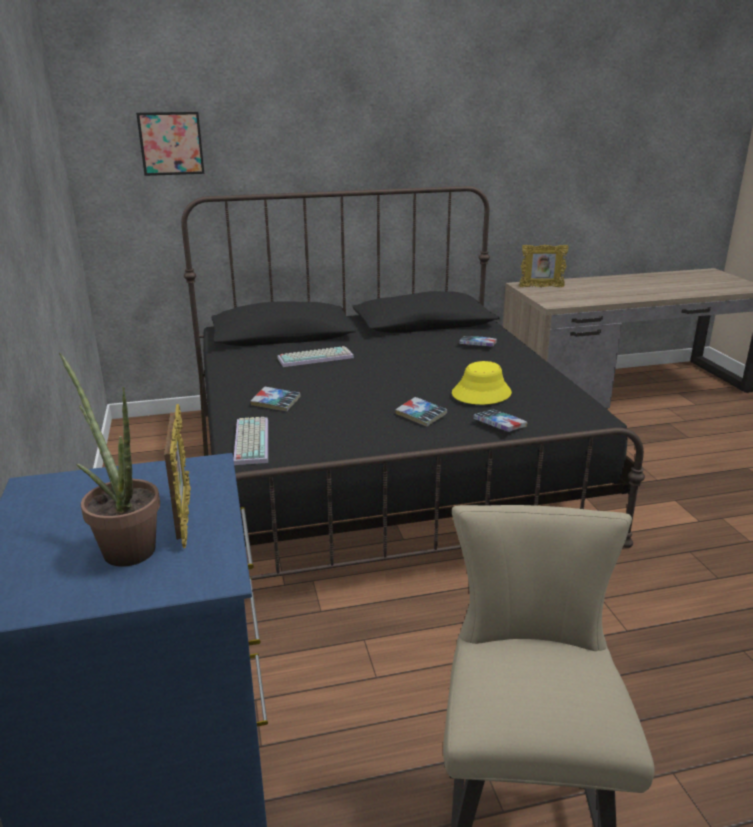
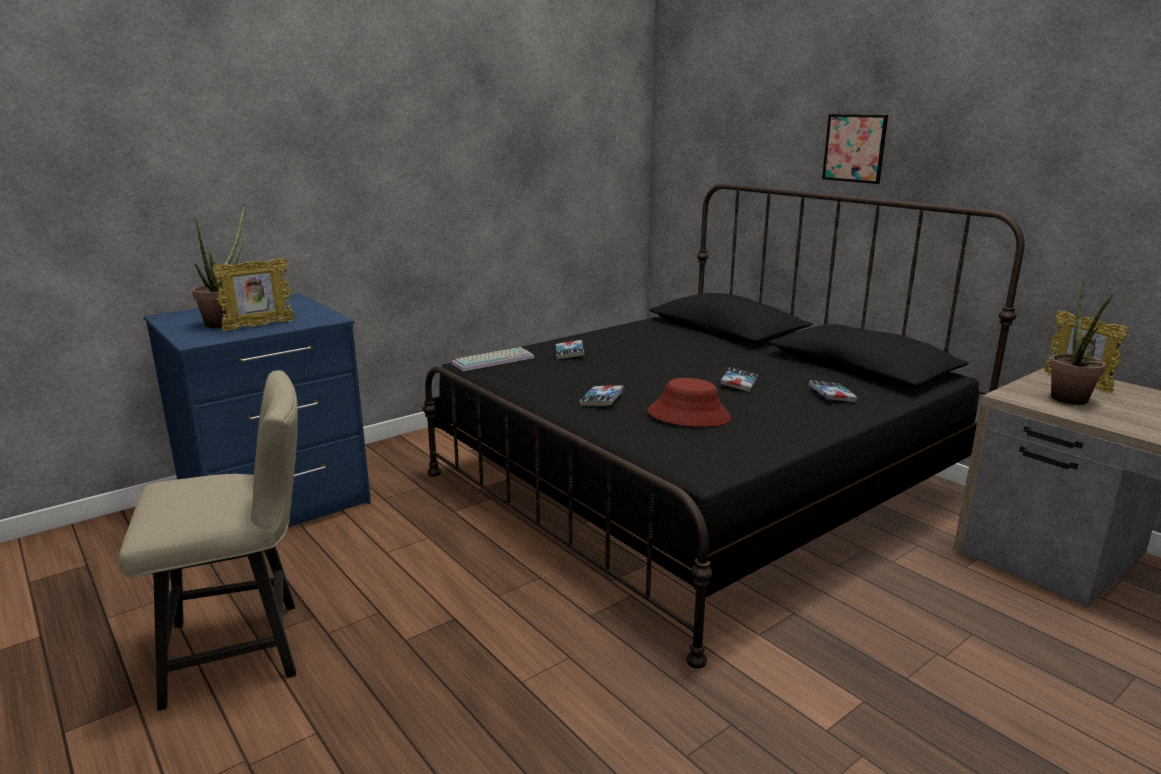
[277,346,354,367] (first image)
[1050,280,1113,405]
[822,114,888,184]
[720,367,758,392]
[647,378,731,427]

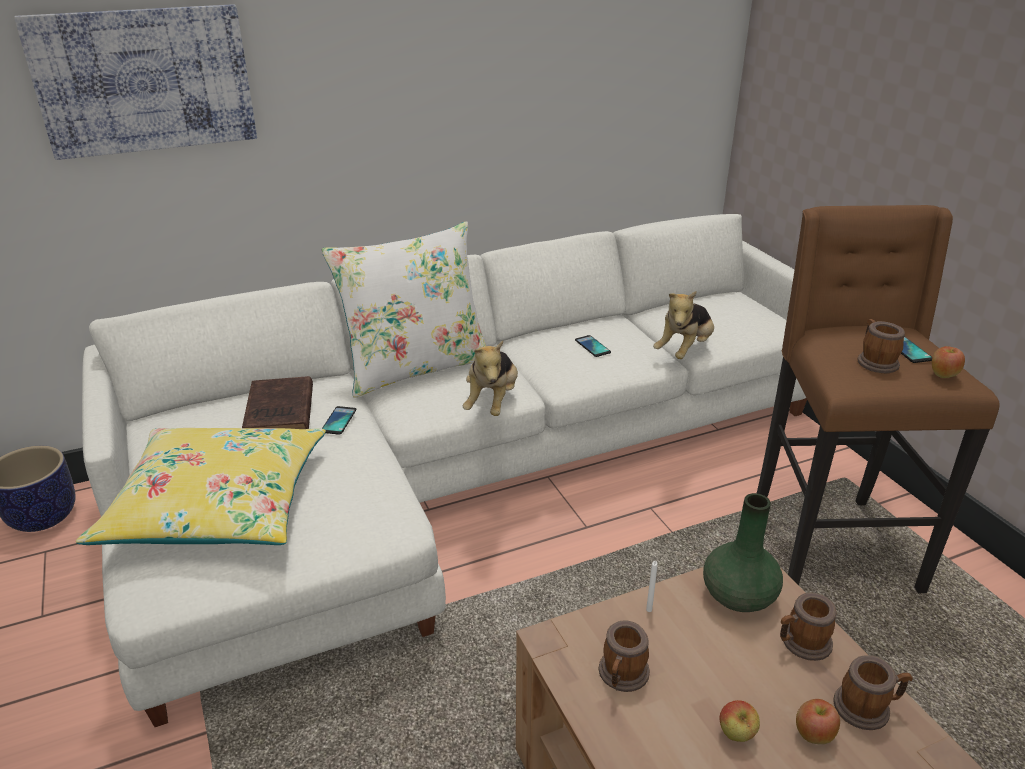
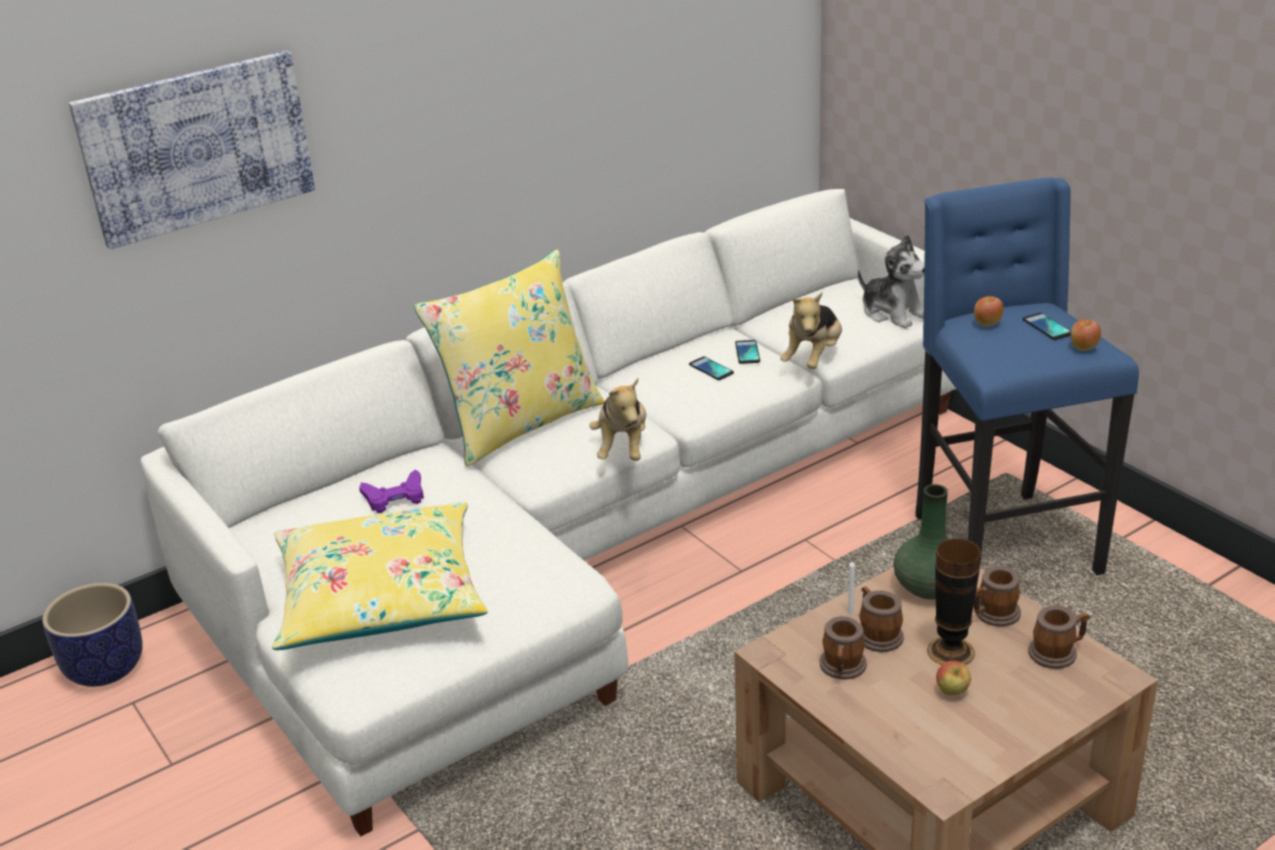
[858,235,925,329]
[927,538,981,665]
[735,340,760,364]
[974,296,1003,326]
[859,586,904,652]
[359,469,424,513]
[414,249,604,467]
[916,178,1139,575]

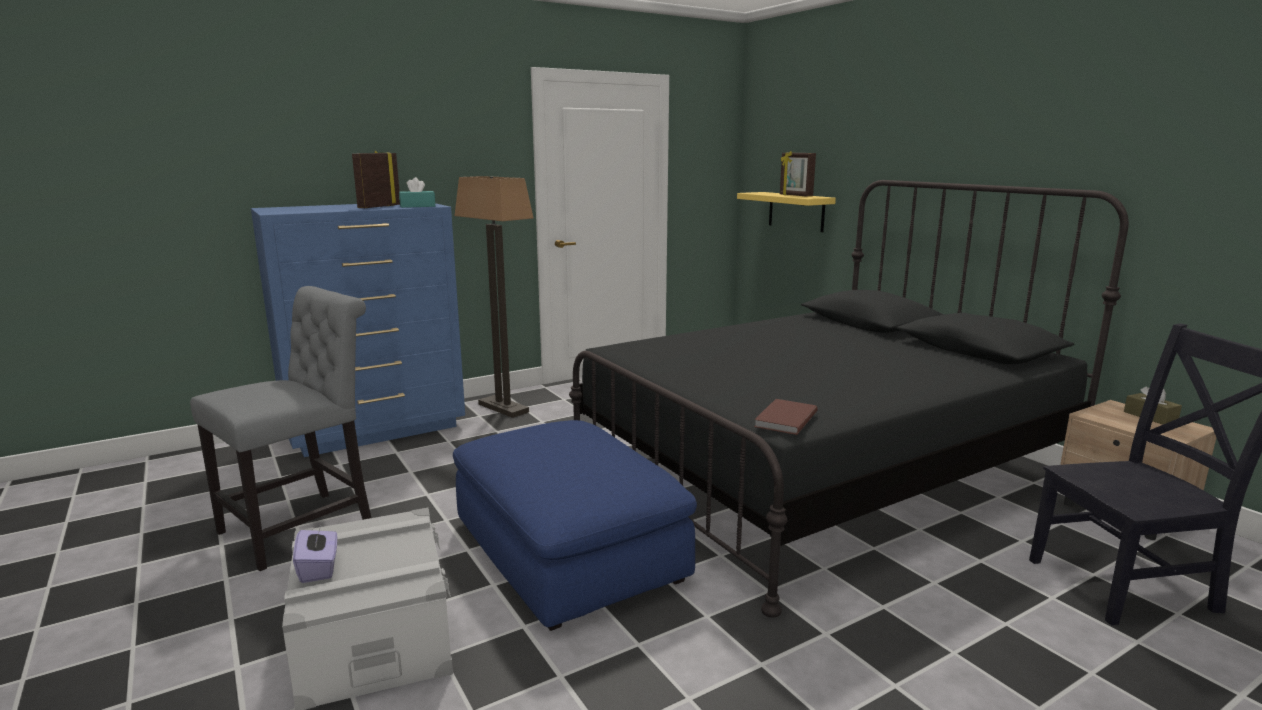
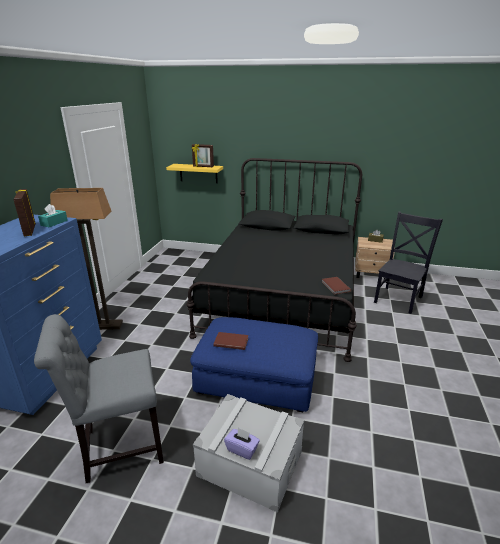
[213,332,249,350]
[34,314,164,483]

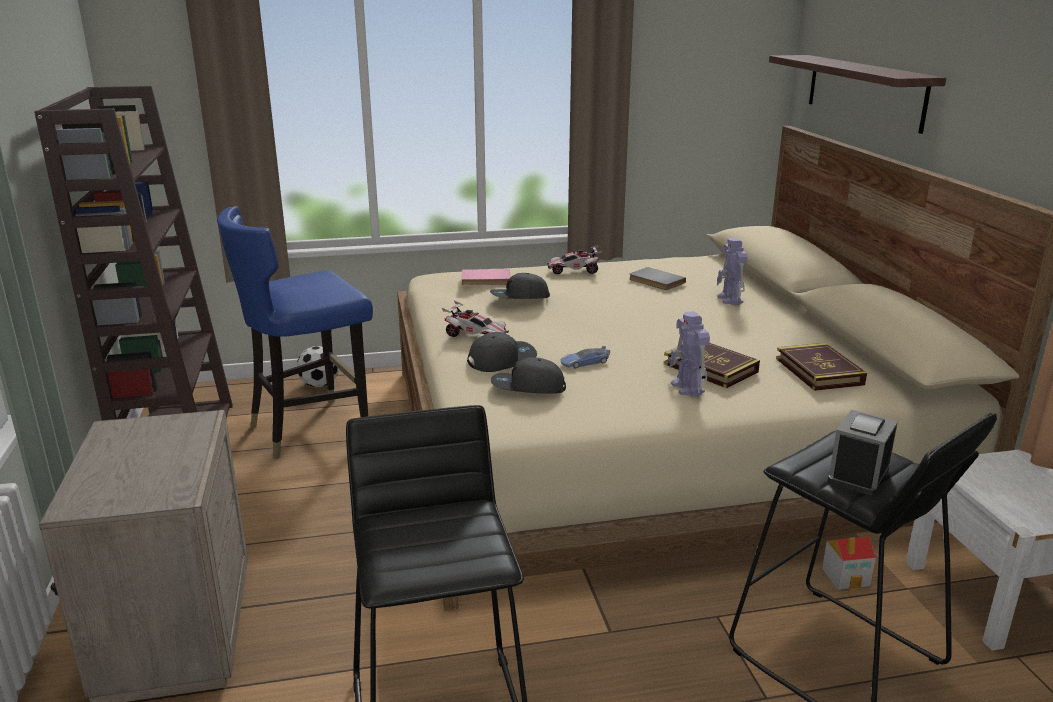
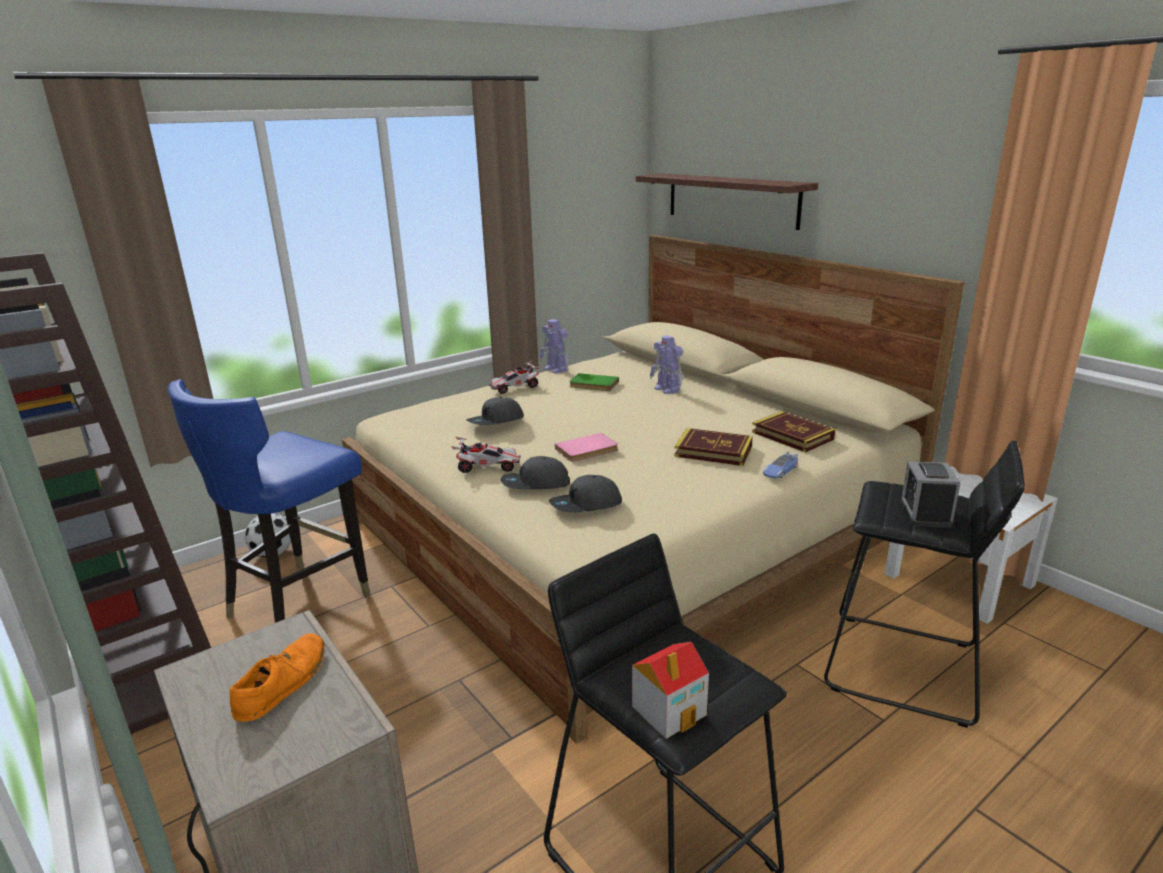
[230,633,325,722]
[555,433,618,462]
[763,451,798,479]
[540,319,570,373]
[632,642,709,739]
[569,373,619,391]
[501,456,570,489]

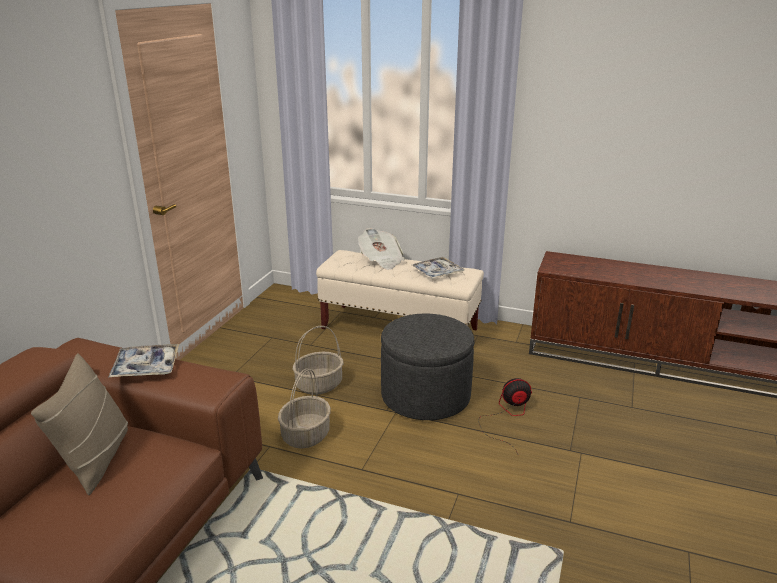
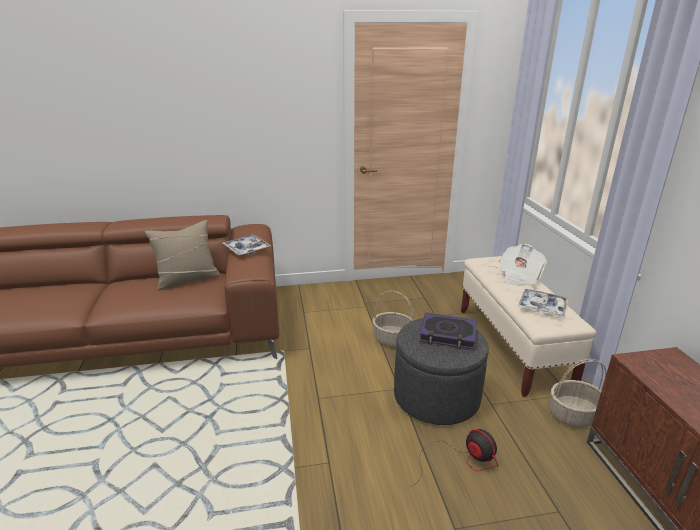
[419,312,477,350]
[550,359,606,427]

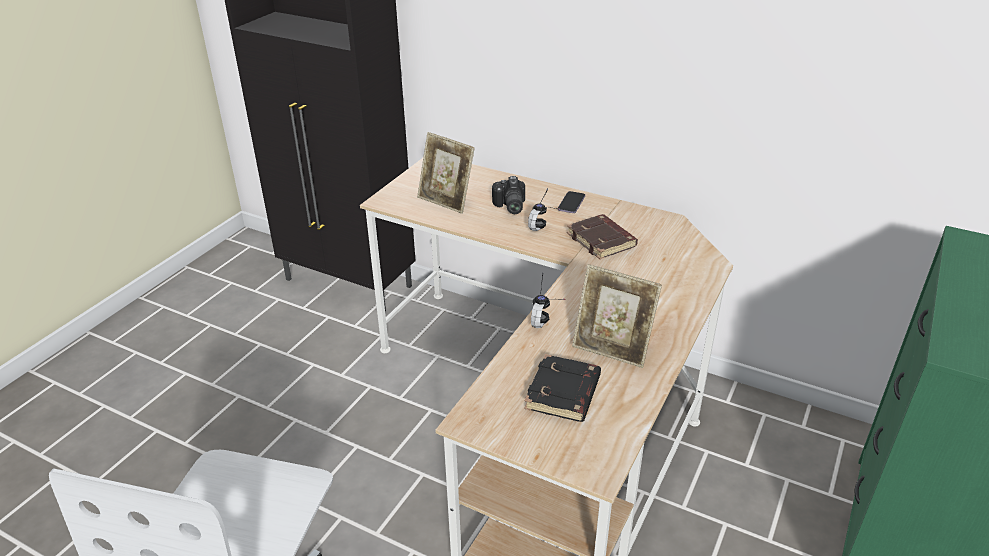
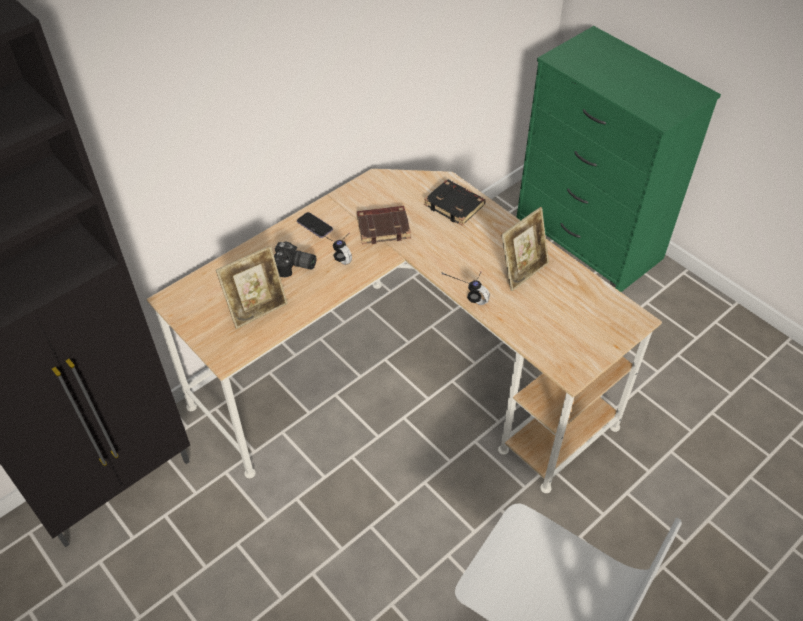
[424,180,486,226]

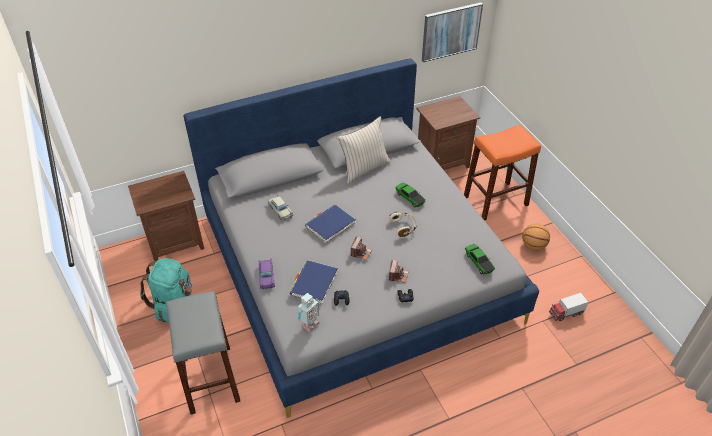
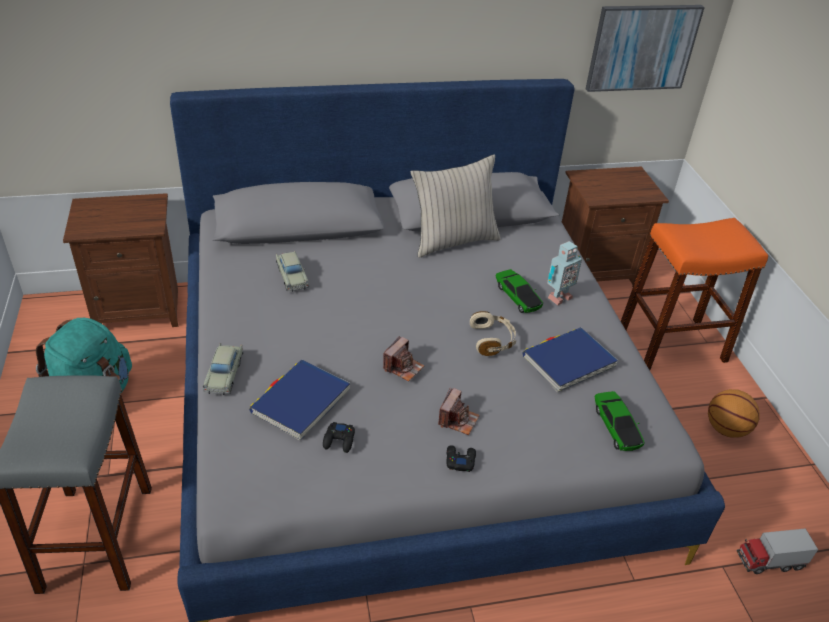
[547,241,582,305]
[523,327,618,393]
[203,343,243,395]

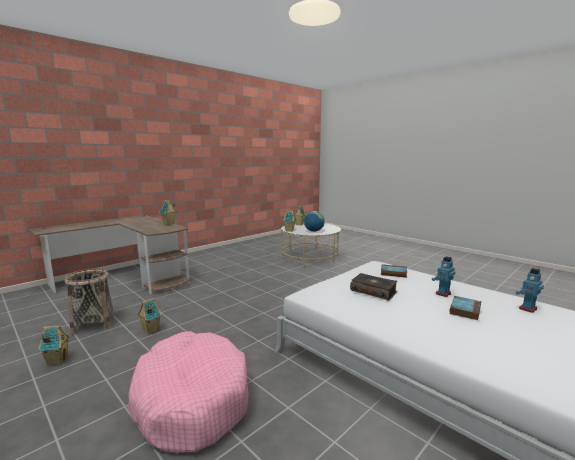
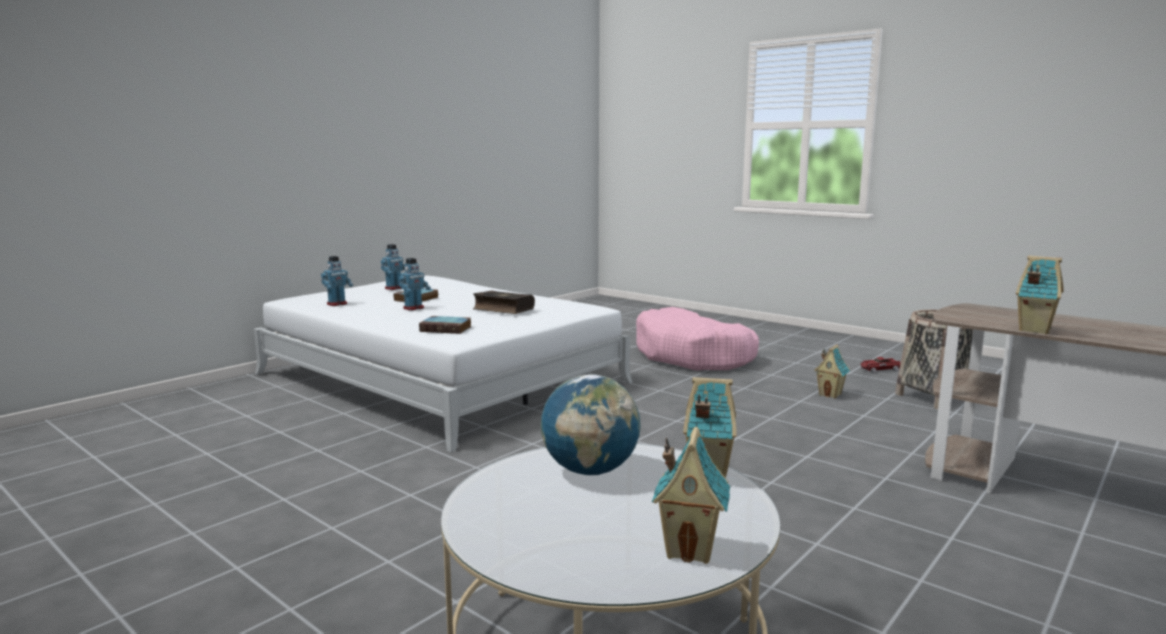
[381,244,405,290]
[861,357,901,373]

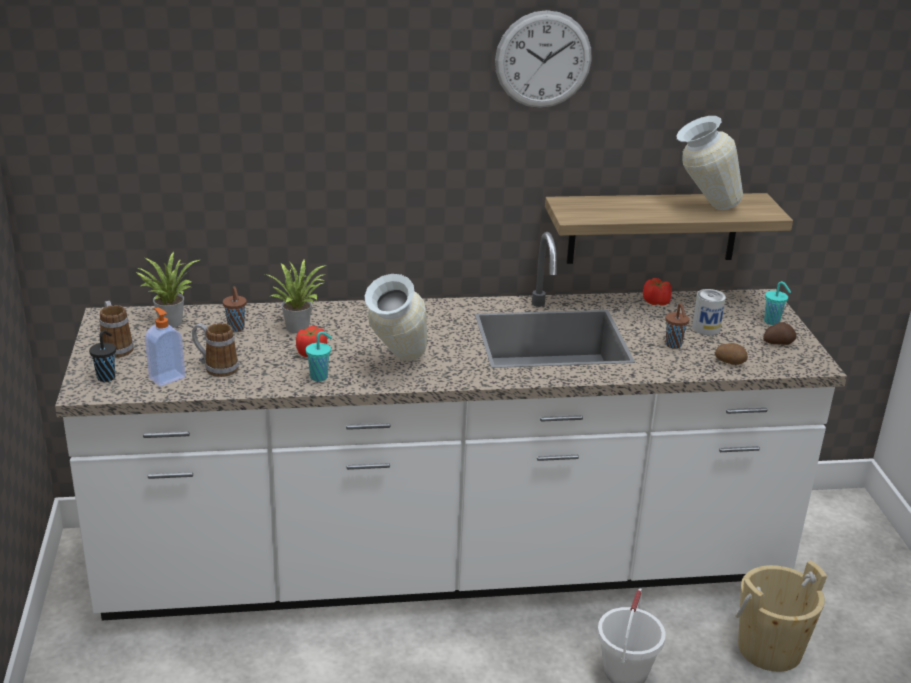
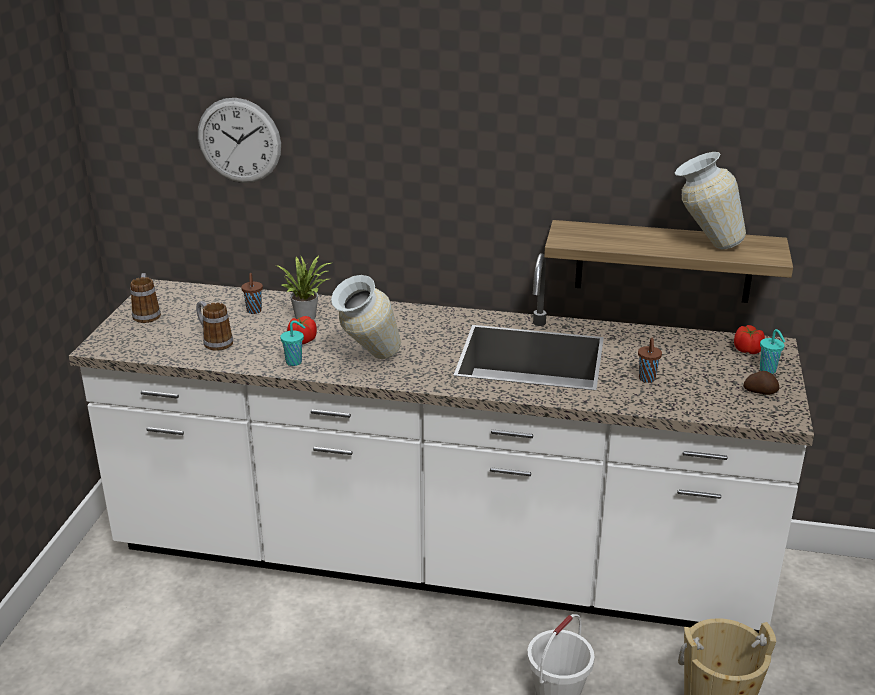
[89,330,116,382] (first image)
[136,252,199,328] (first image)
[145,308,186,387] (first image)
[692,289,726,335] (first image)
[715,343,748,365] (first image)
[198,98,281,183]
[734,325,765,354]

